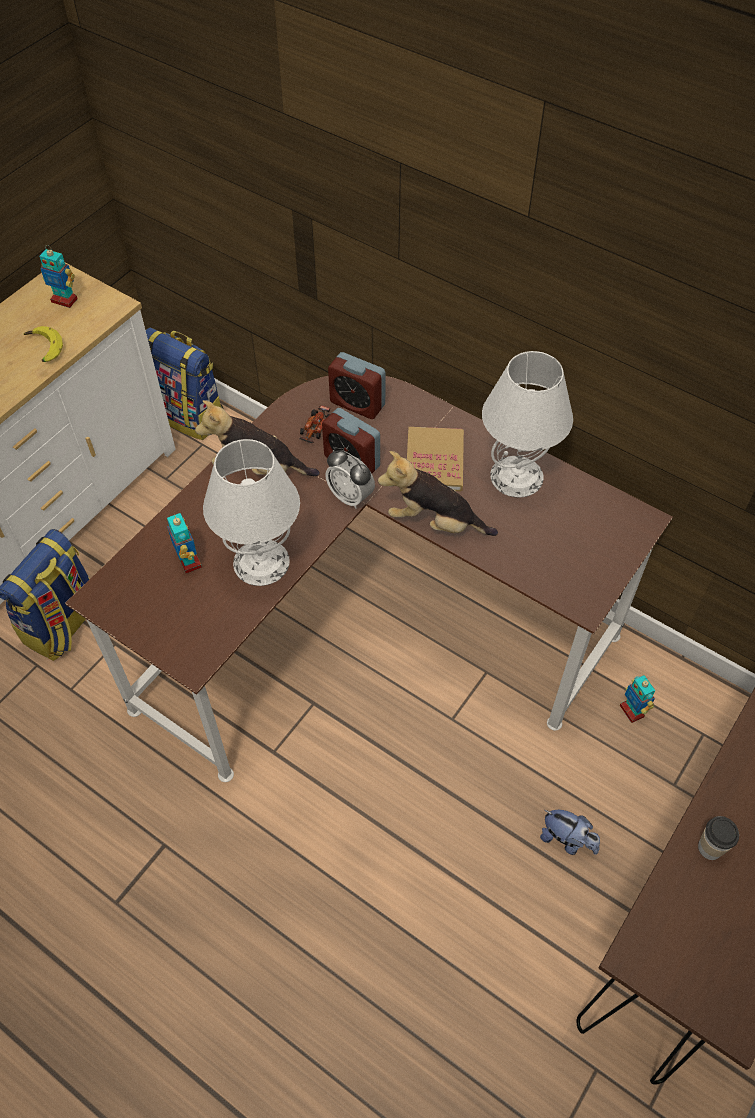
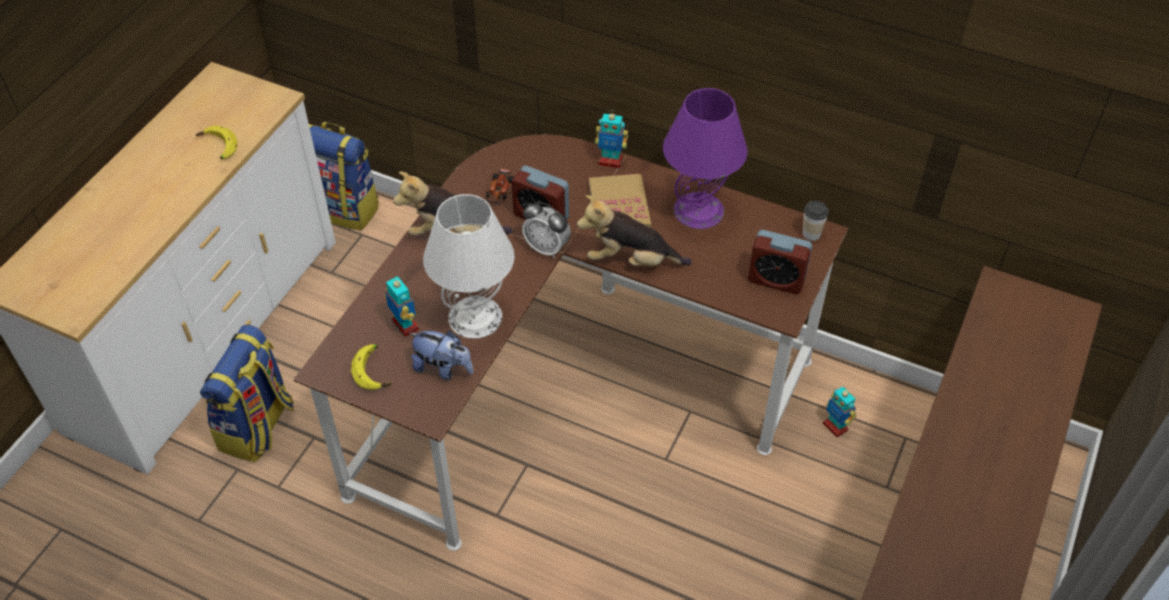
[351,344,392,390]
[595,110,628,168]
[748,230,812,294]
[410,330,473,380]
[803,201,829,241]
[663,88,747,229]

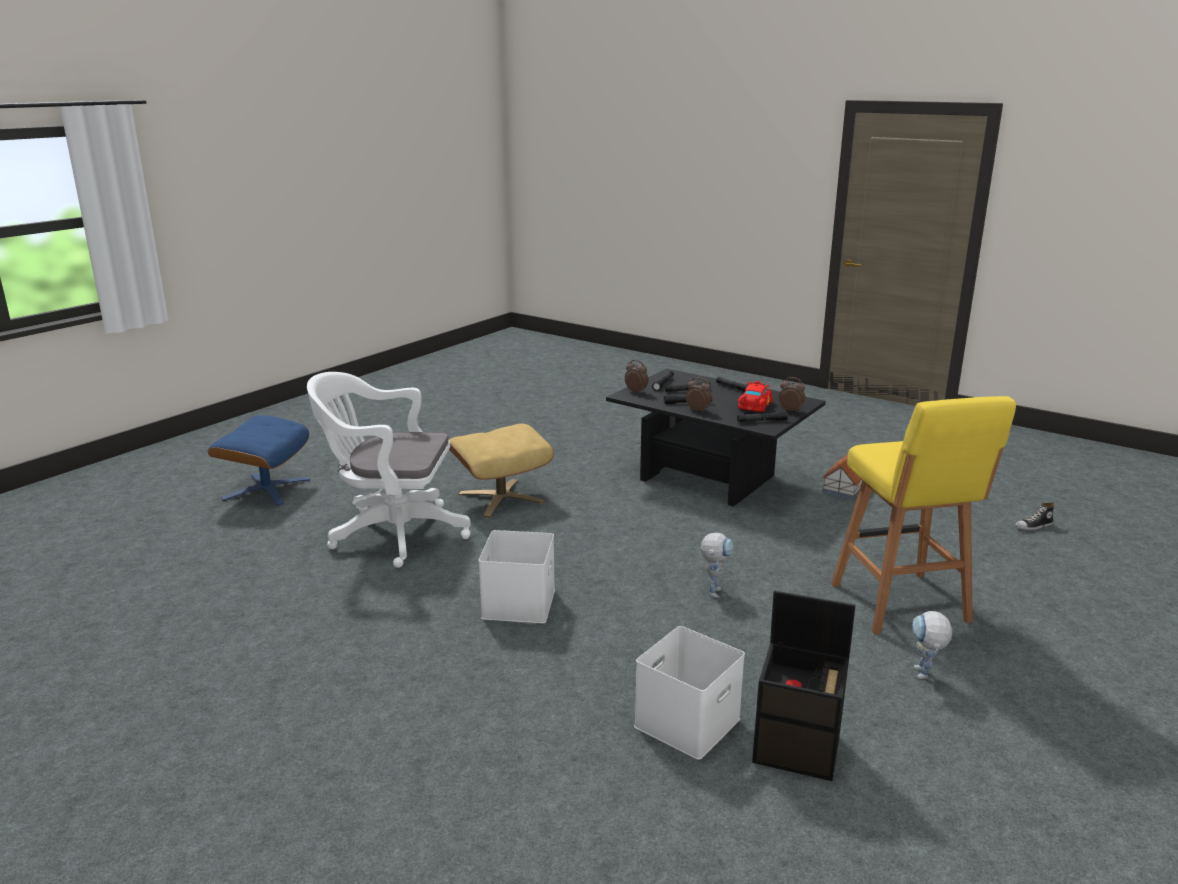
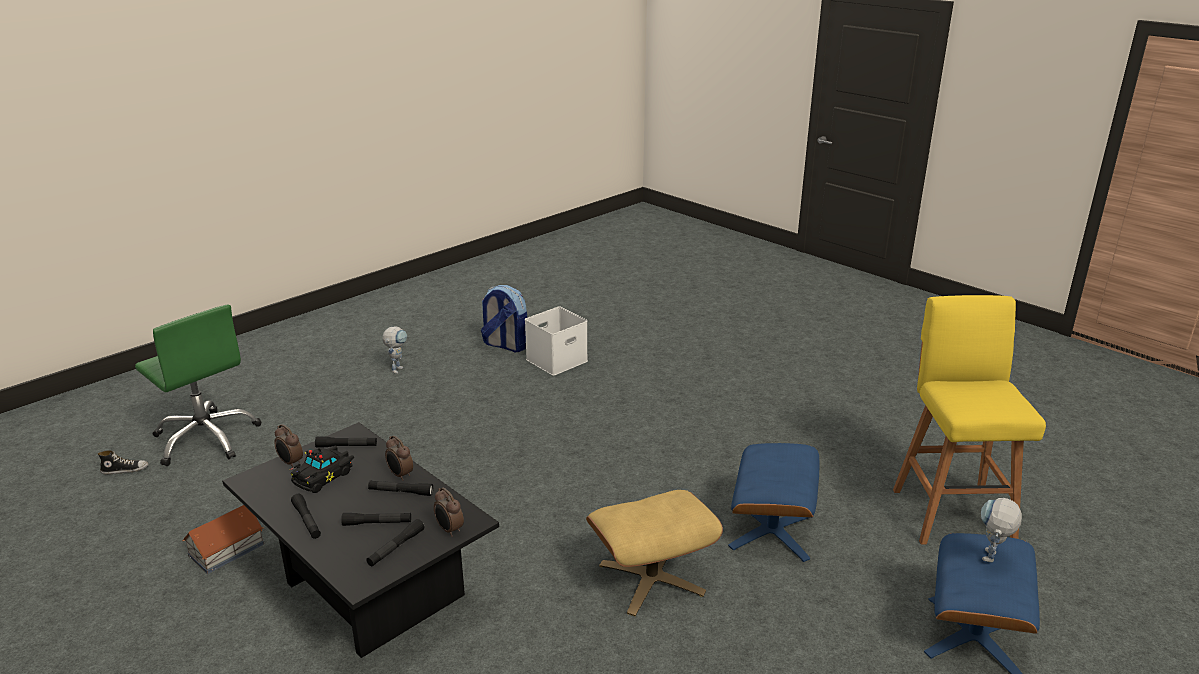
[478,530,555,623] (first image)
[135,304,262,466]
[981,498,1022,562]
[893,295,1046,545]
[728,443,819,562]
[481,285,527,352]
[289,445,354,493]

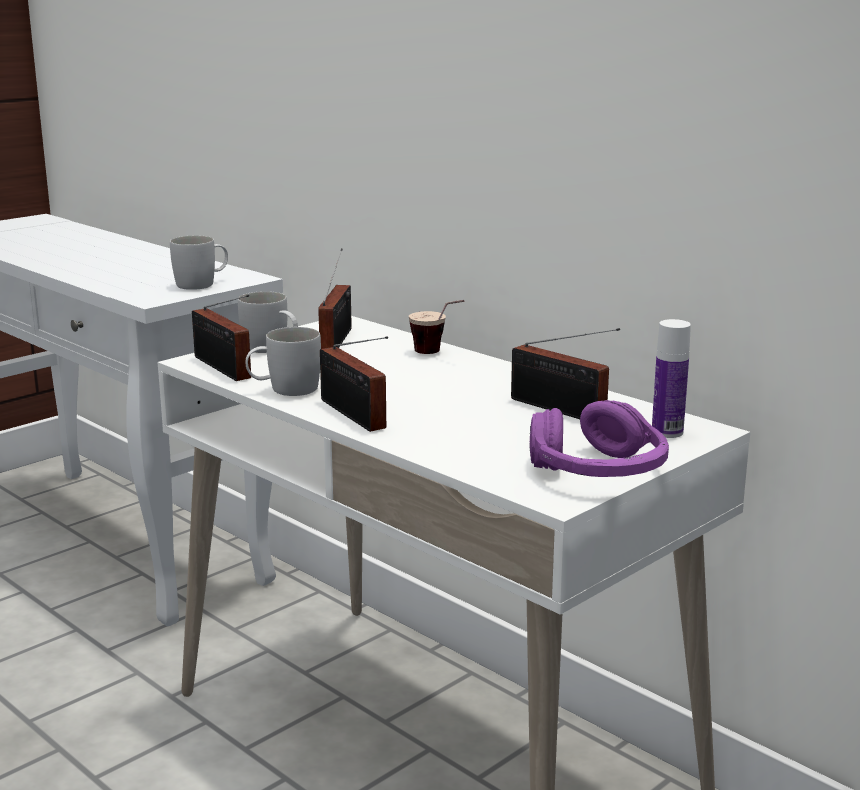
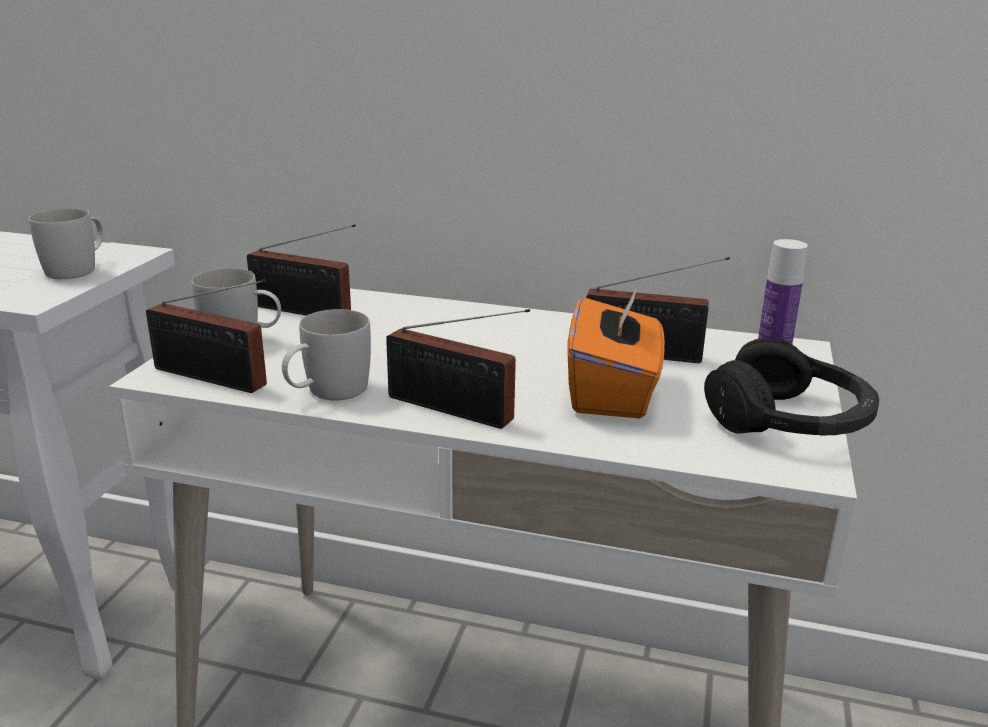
[409,300,464,354] (first image)
[568,285,665,418]
[704,338,879,436]
[247,224,356,316]

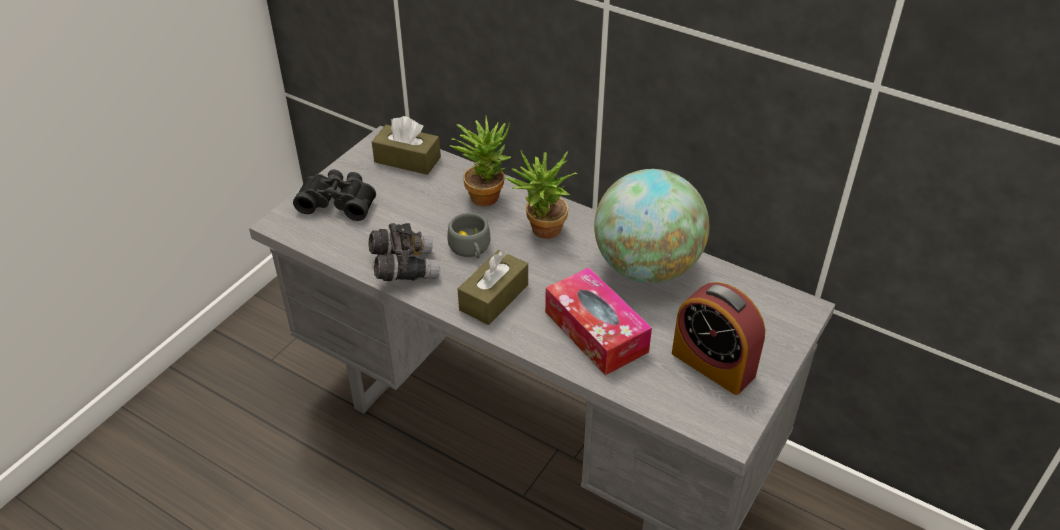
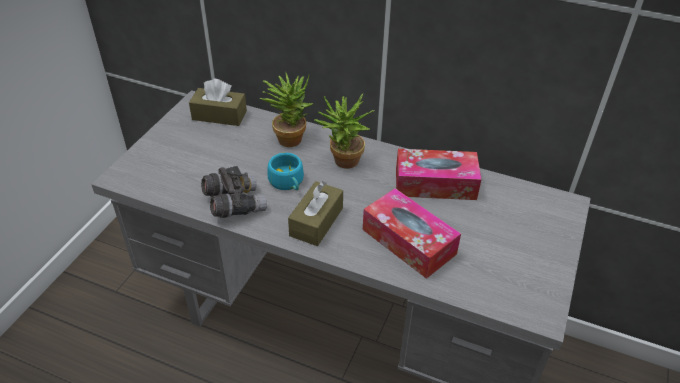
[293,169,376,221] (first image)
[672,282,765,395] (first image)
[396,149,482,200]
[267,153,304,190]

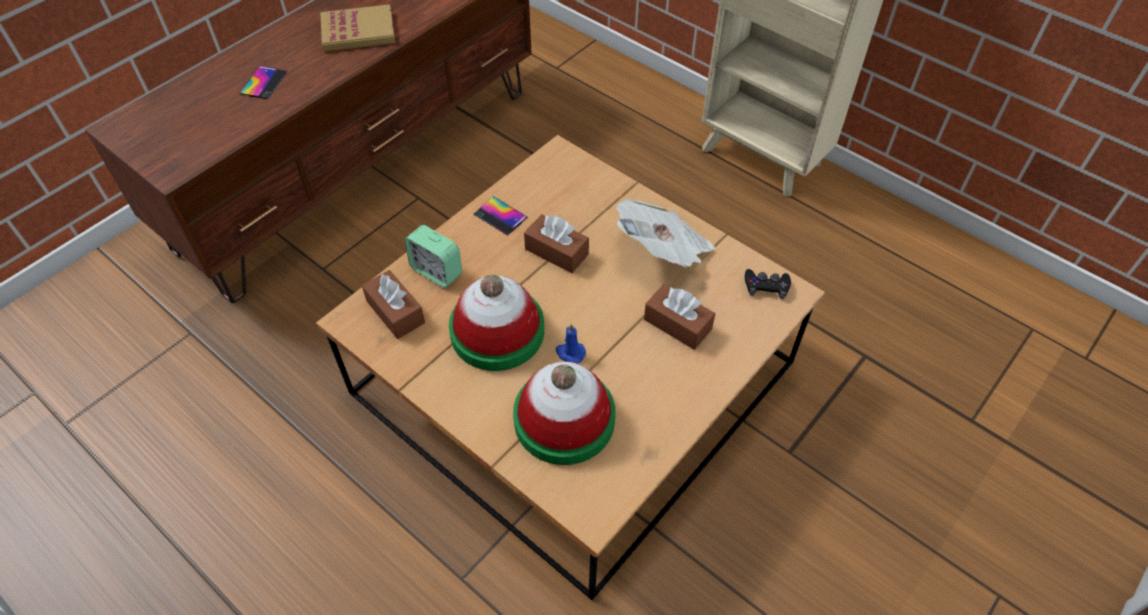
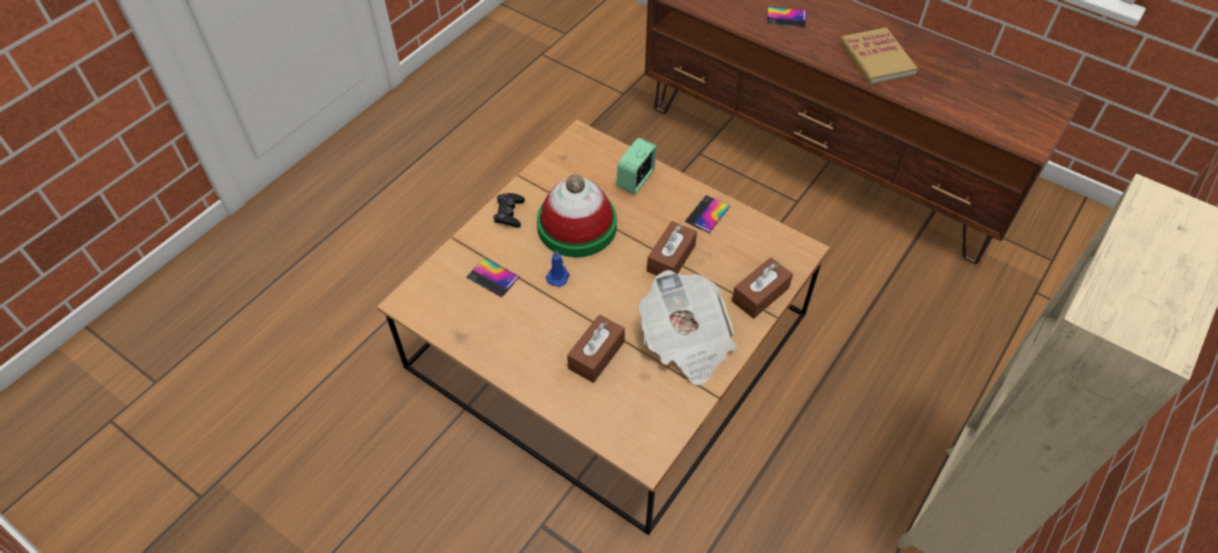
[732,257,793,318]
[493,193,525,227]
[466,257,520,298]

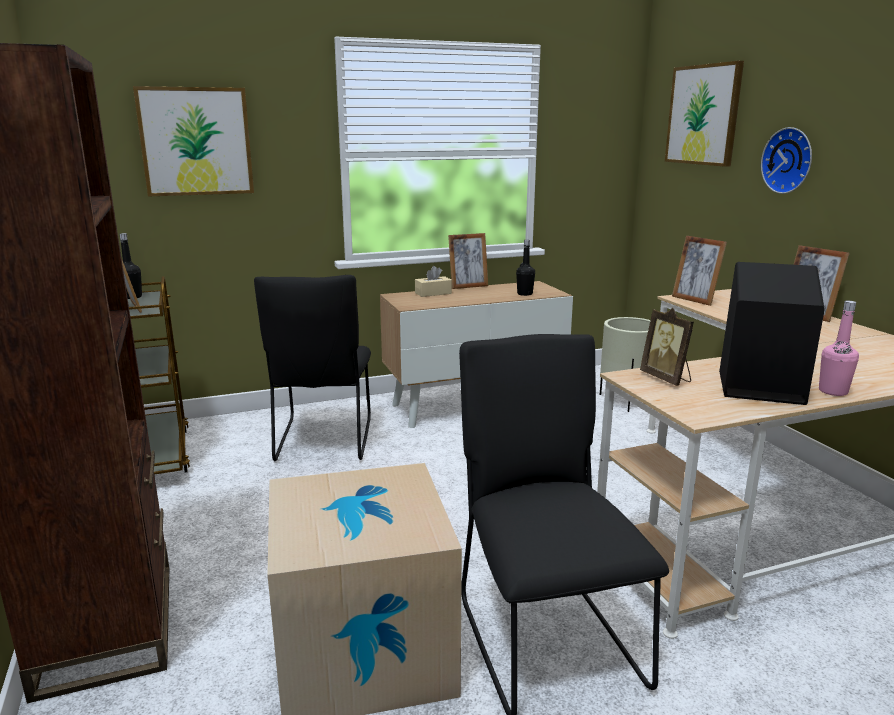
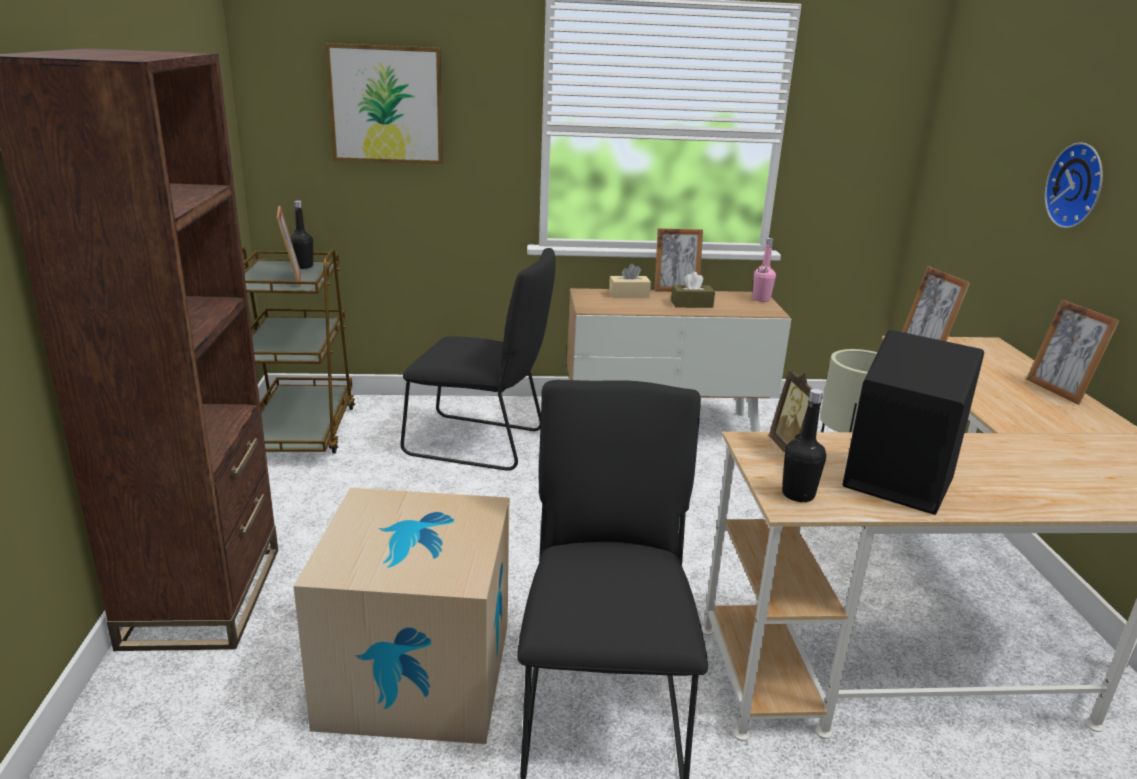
[665,61,744,167] (first image)
[671,272,715,308]
[782,389,826,502]
[753,238,776,302]
[400,248,556,471]

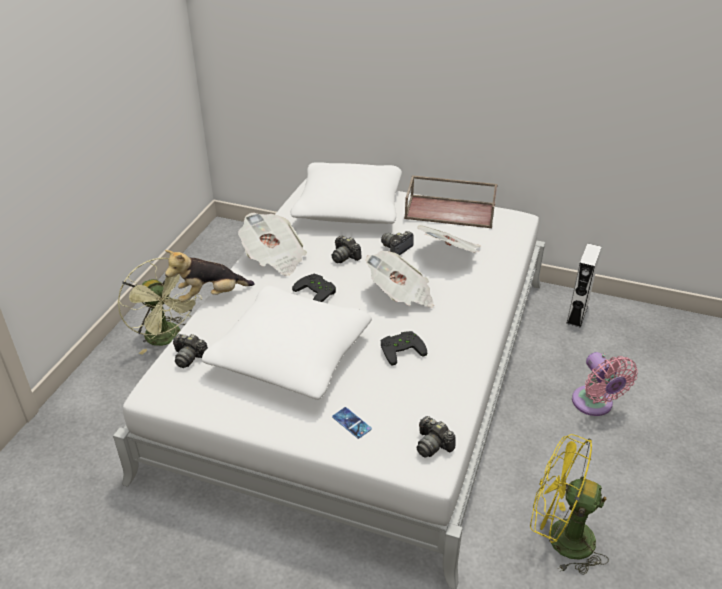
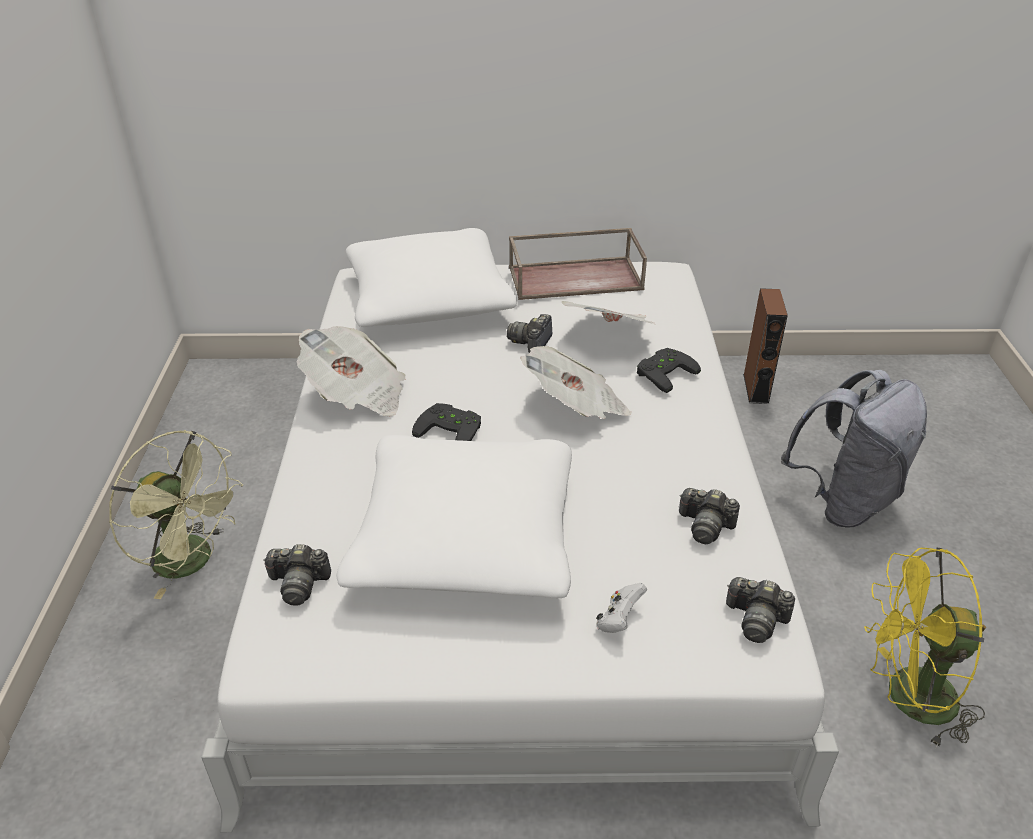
[165,250,255,302] (first image)
[679,488,740,544]
[637,348,701,393]
[596,583,647,633]
[781,370,927,528]
[743,288,788,404]

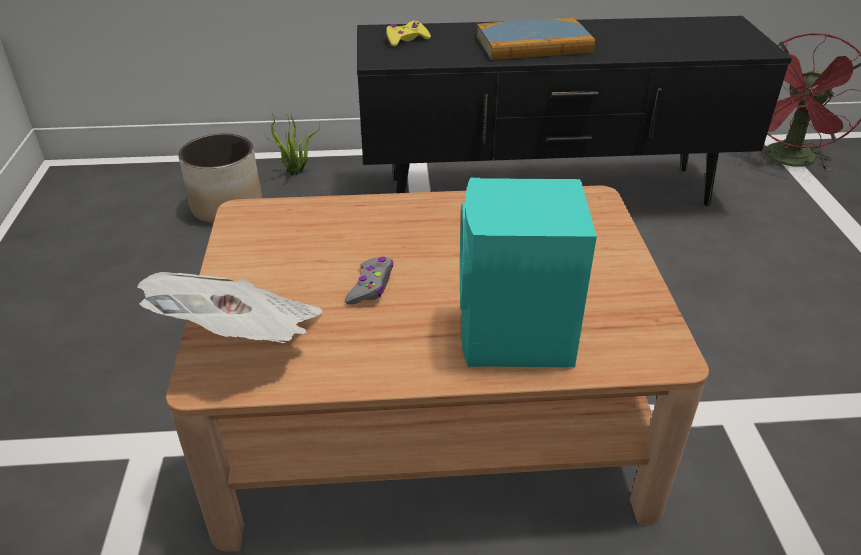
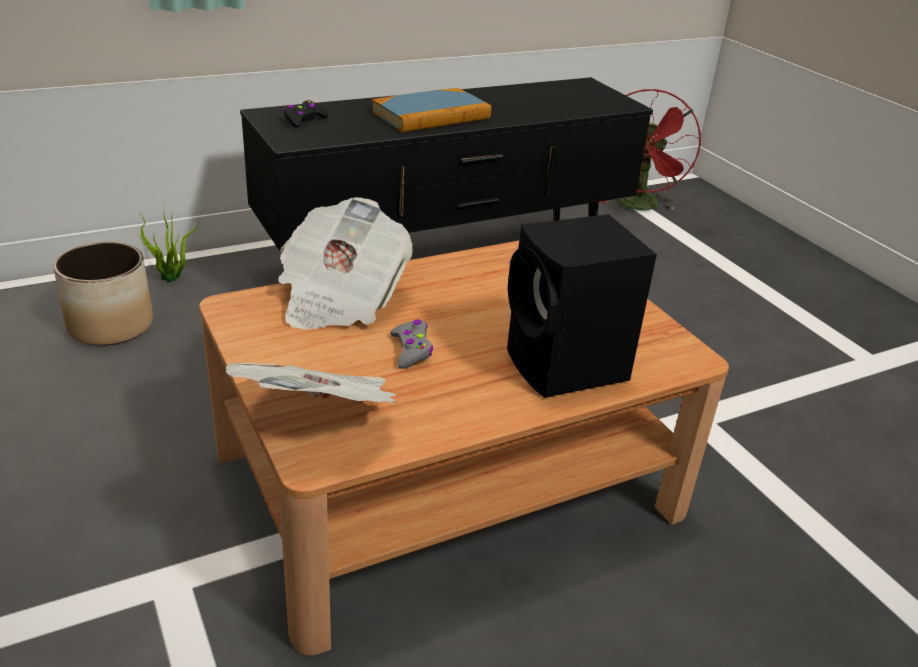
[278,197,413,329]
[283,100,328,128]
[507,214,657,398]

